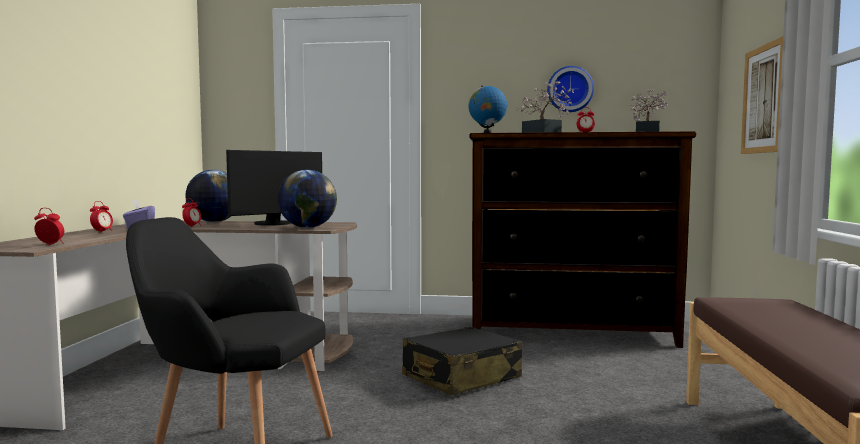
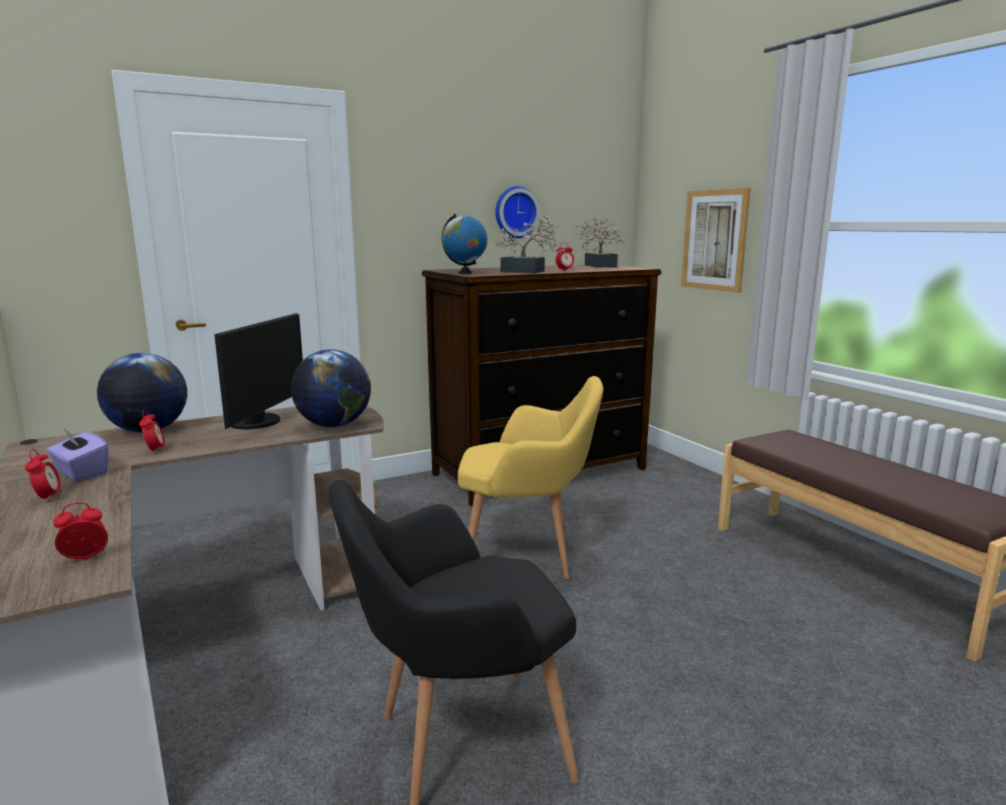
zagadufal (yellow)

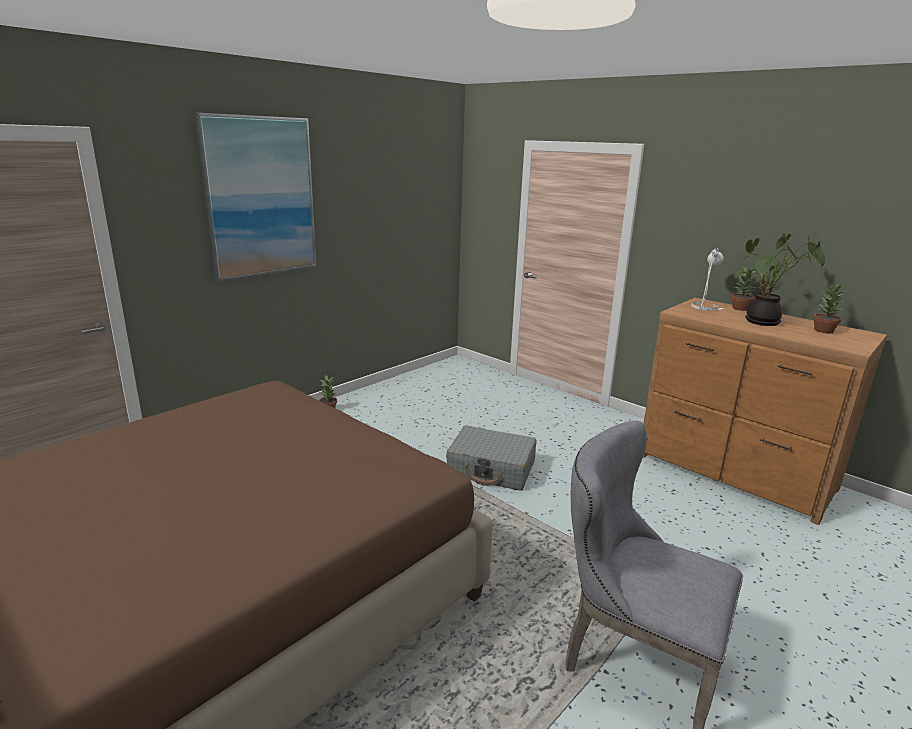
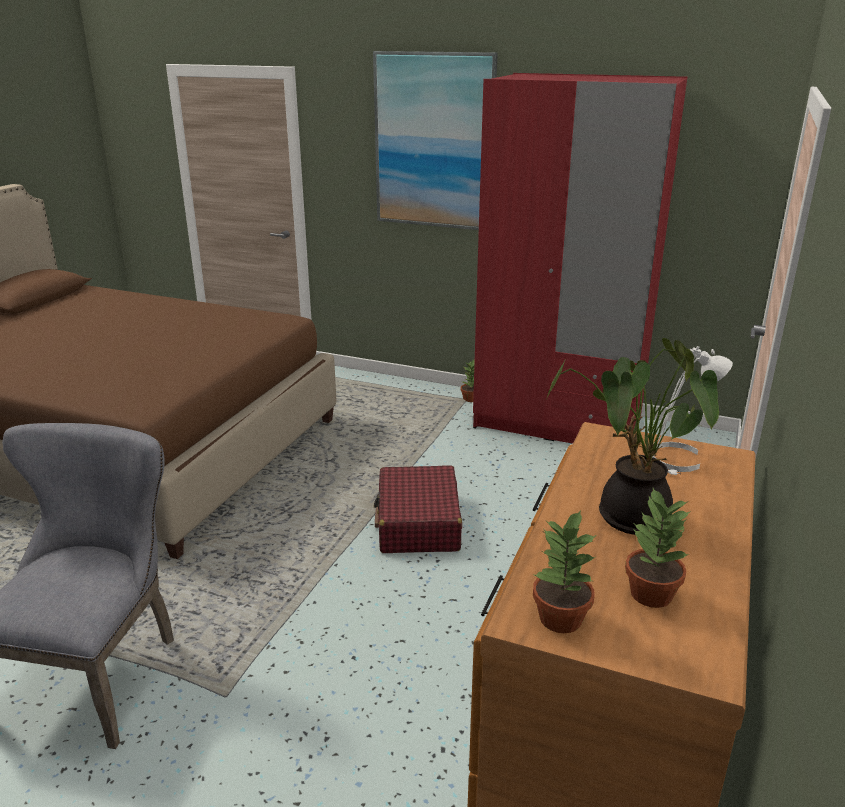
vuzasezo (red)
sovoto (no. 2 from left)
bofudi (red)

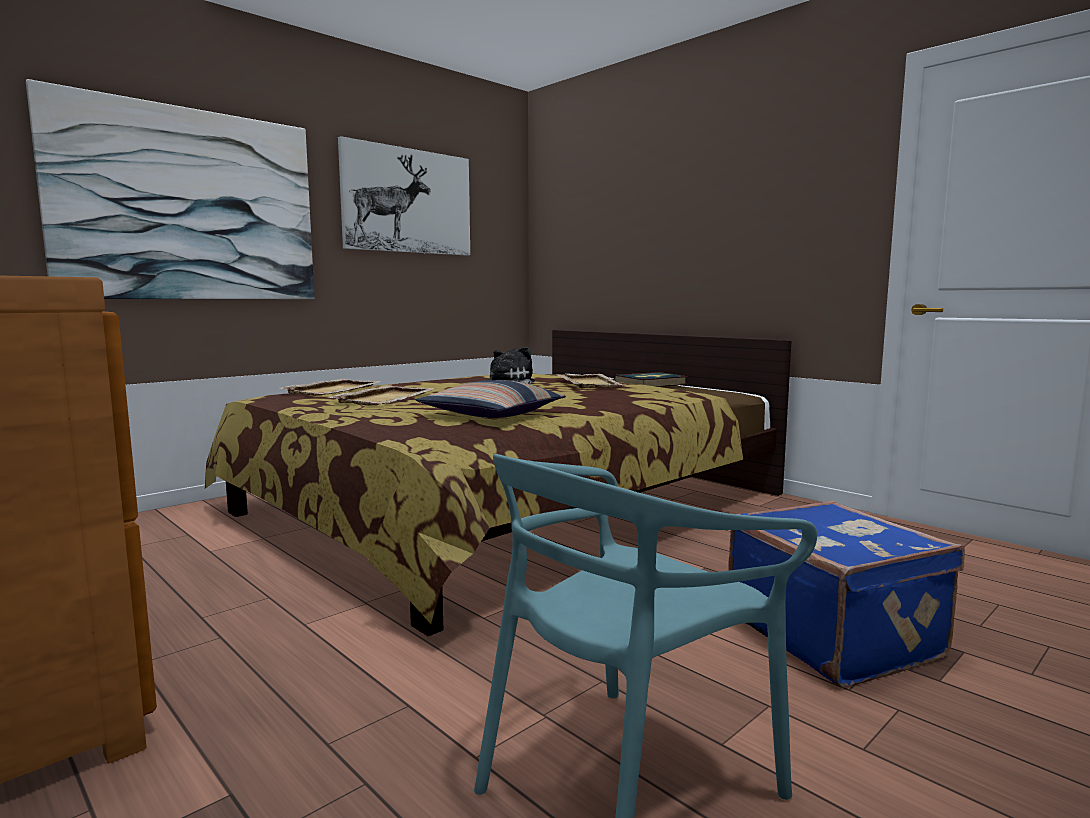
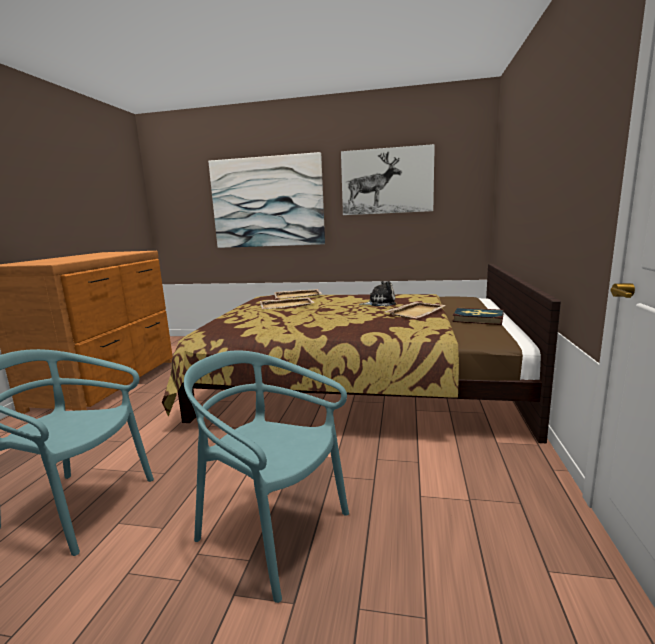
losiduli
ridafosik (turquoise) (no. 2 from left)

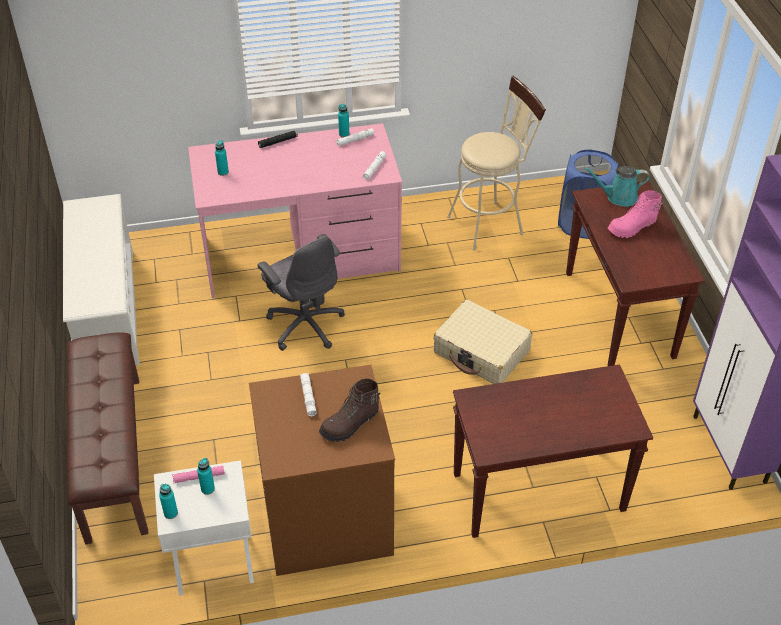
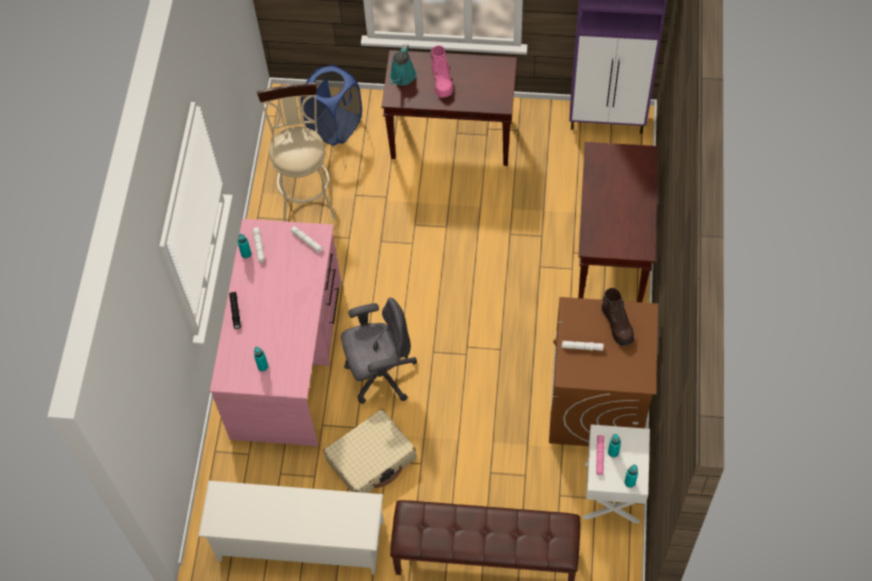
vuzasezo (beige)

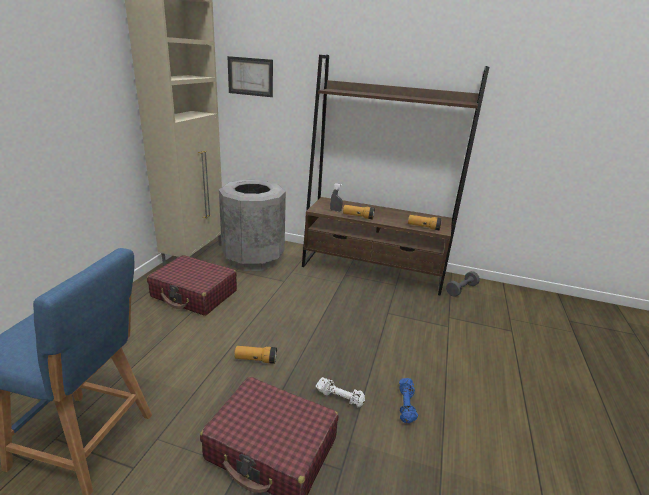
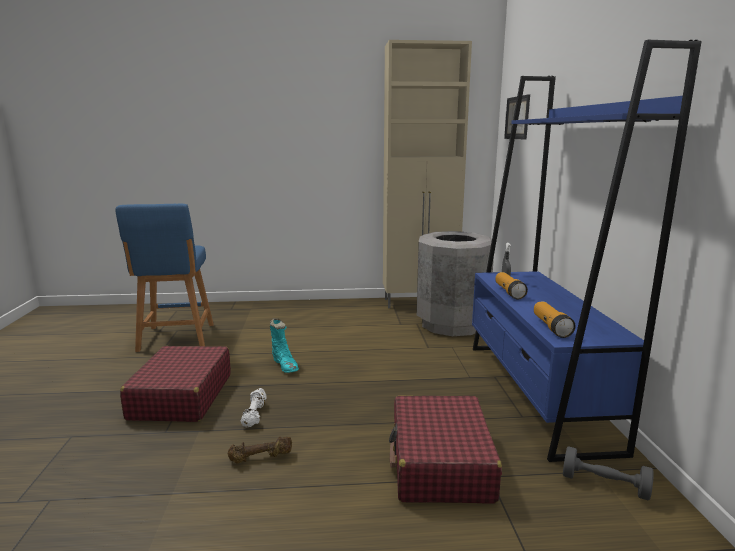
vuzasezo (red) (no. 2 from left)
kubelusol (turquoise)
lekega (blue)
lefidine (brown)

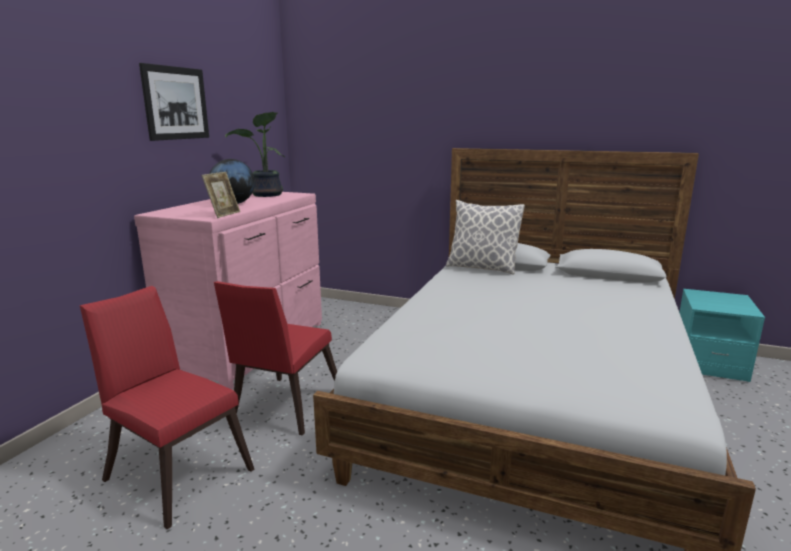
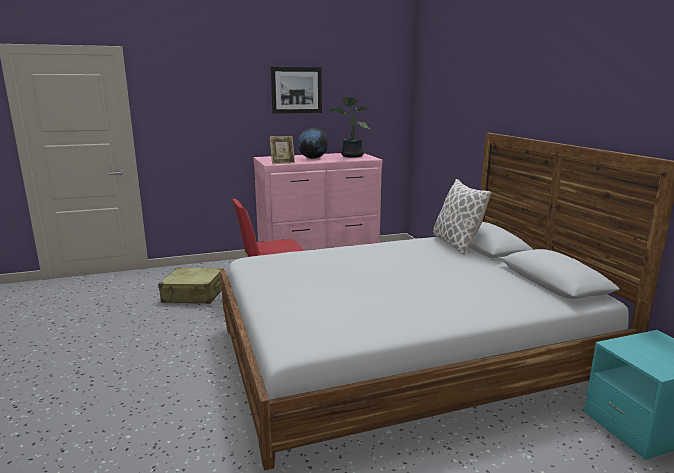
vuzasezo (beige)

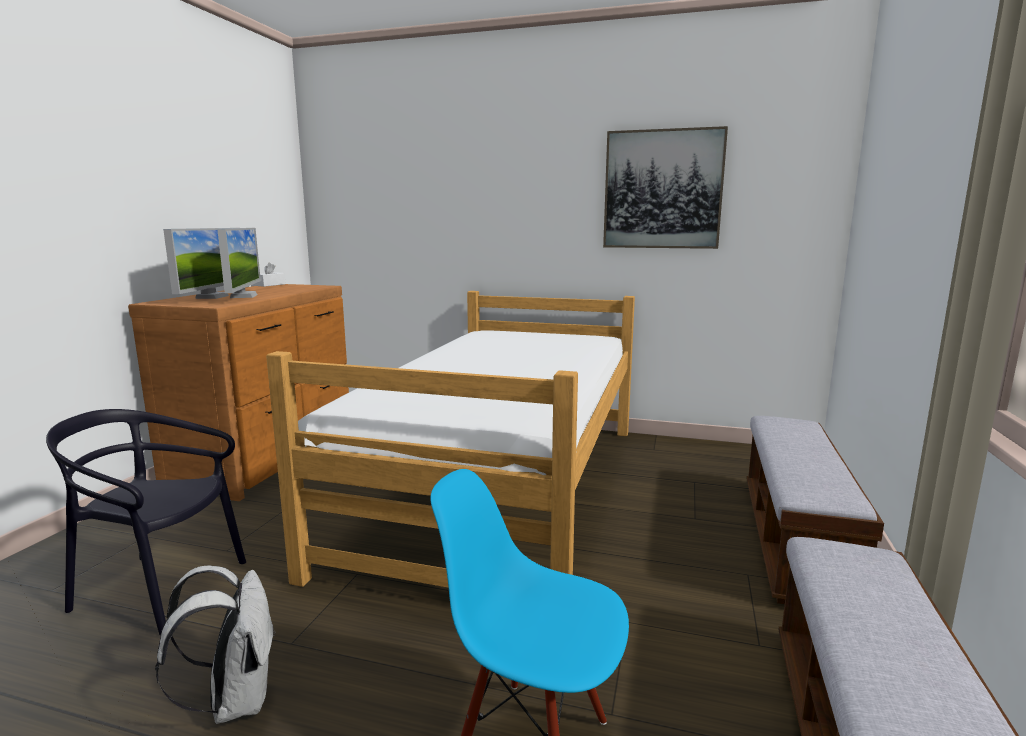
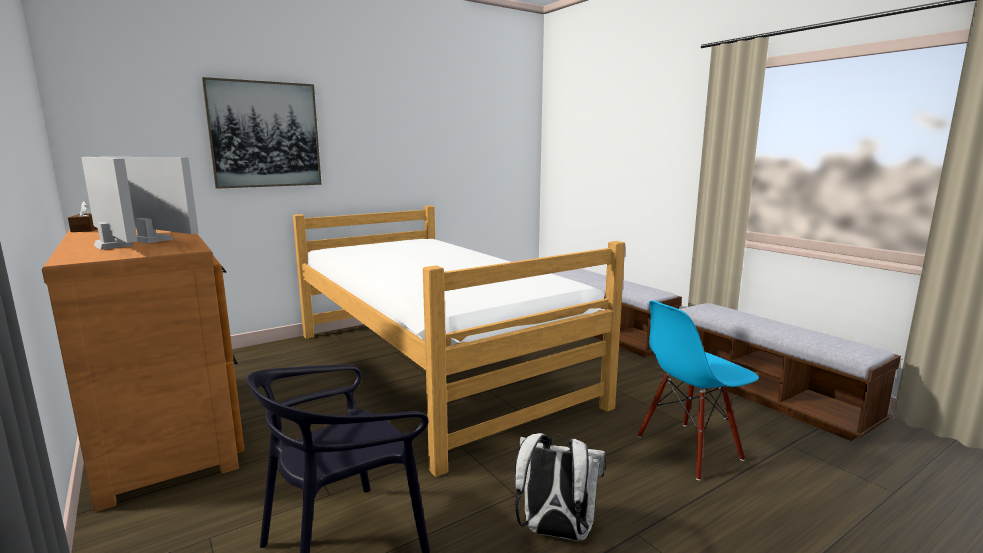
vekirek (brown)
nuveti

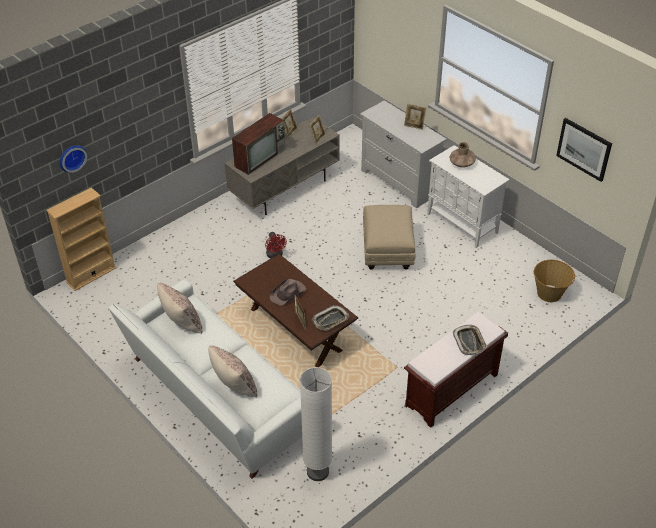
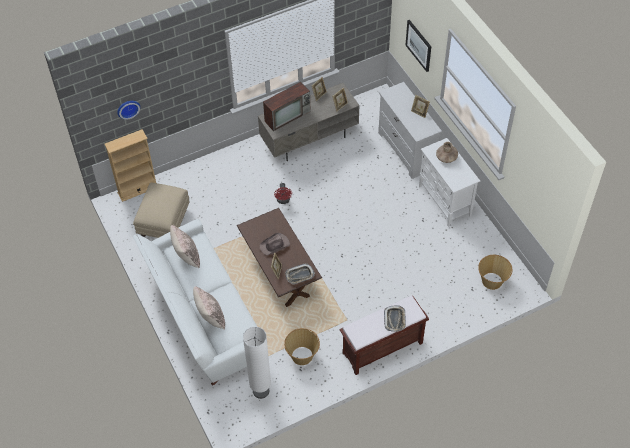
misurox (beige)
nuveti
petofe (no. 1 from left)

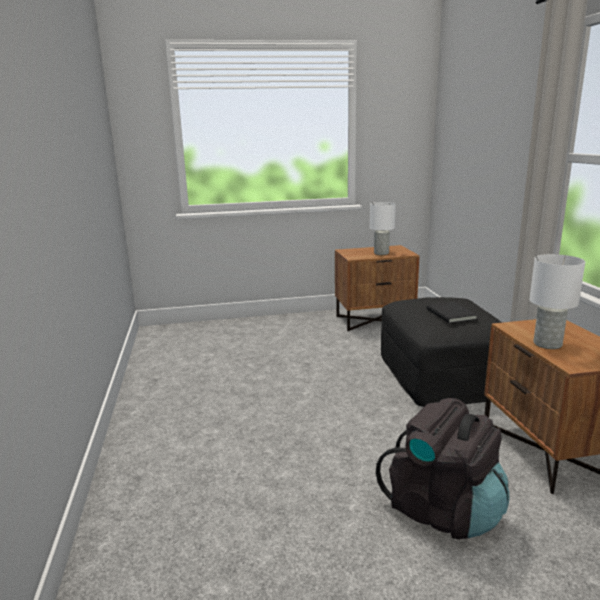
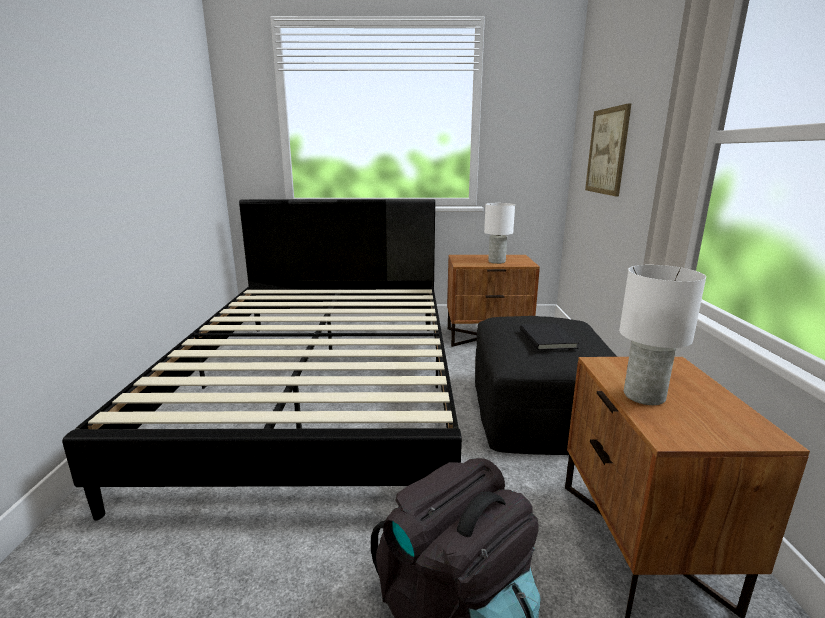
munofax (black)
nuveti

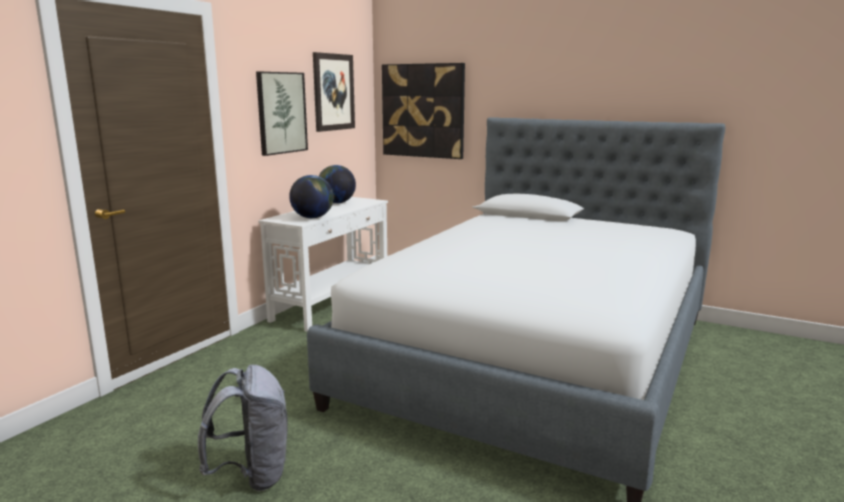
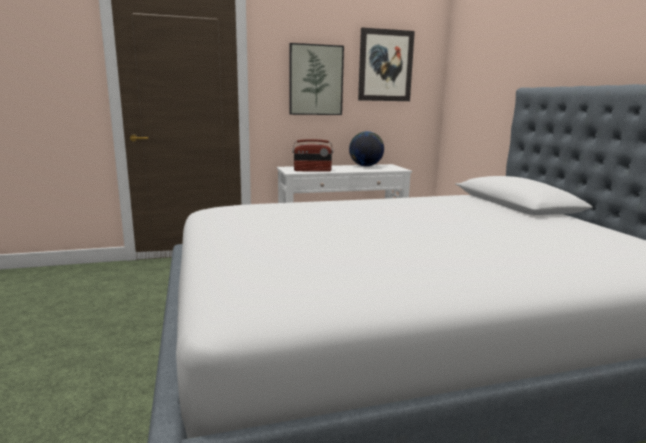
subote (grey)
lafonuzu
nuveti (no. 3 from left in the first image)

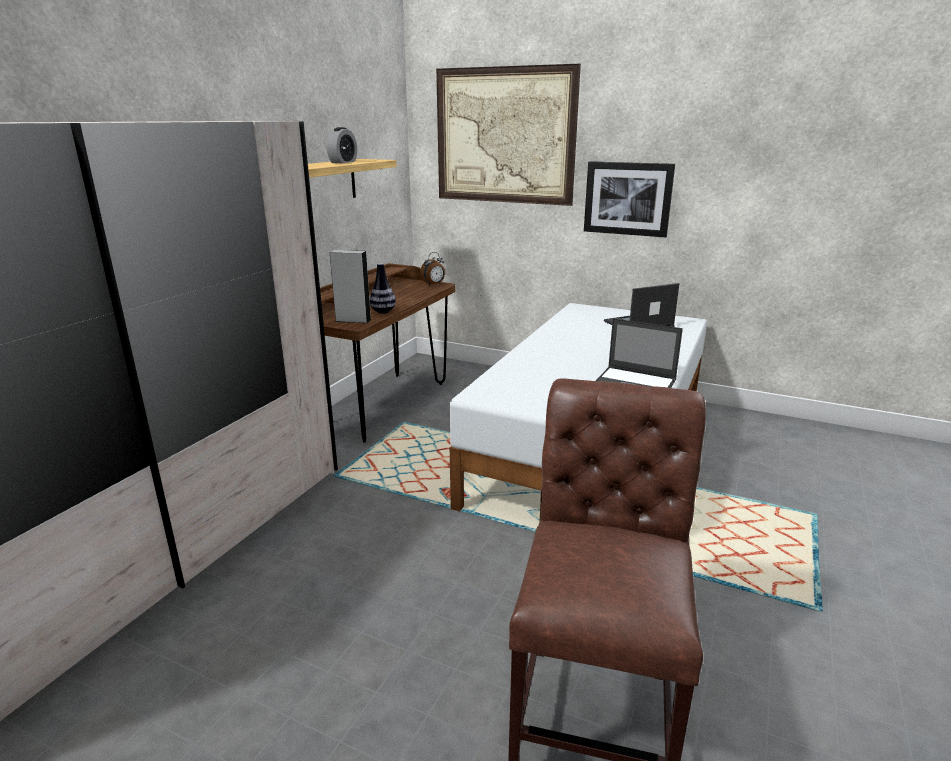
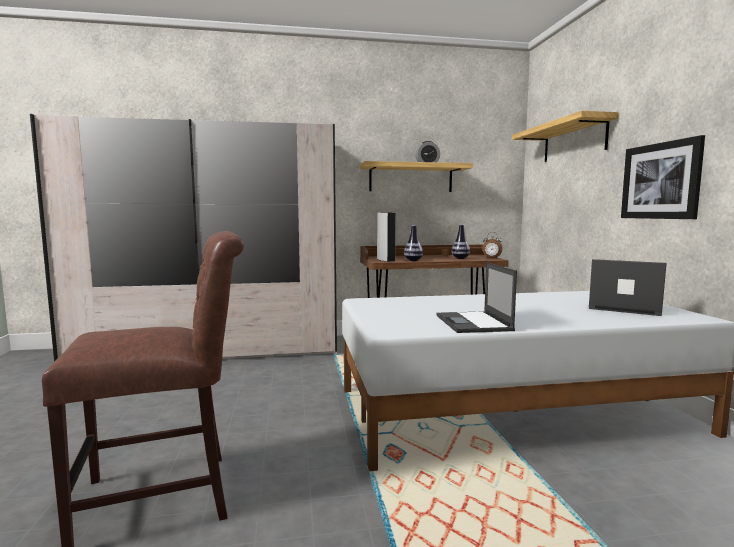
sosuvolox (no. 2 from left)
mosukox (no. 2 from left)

